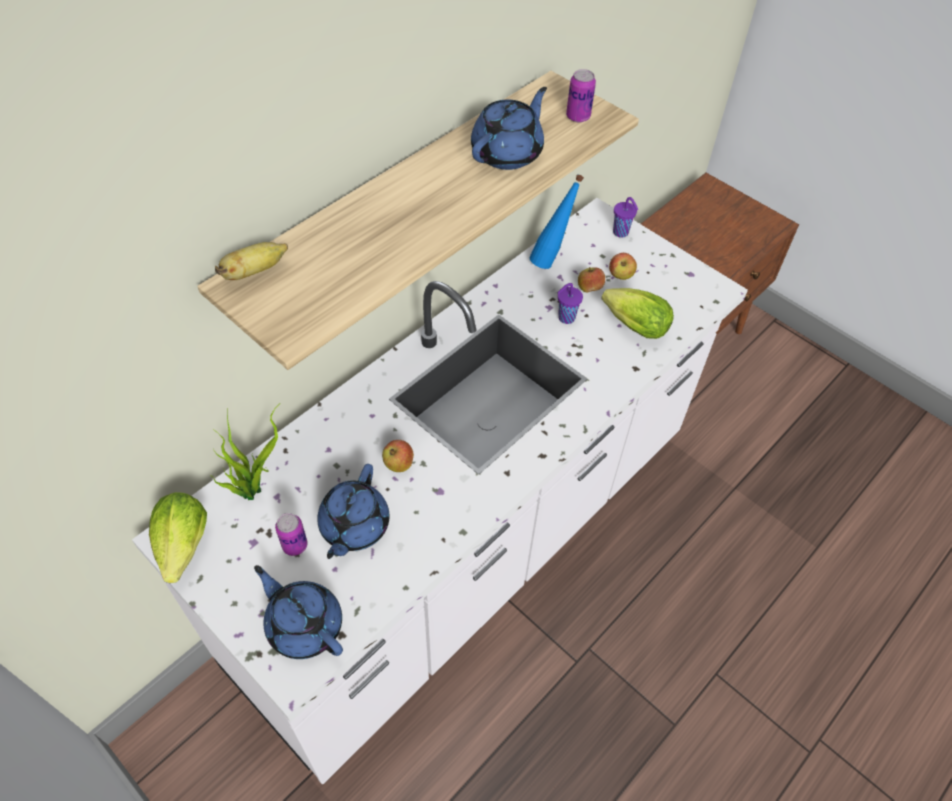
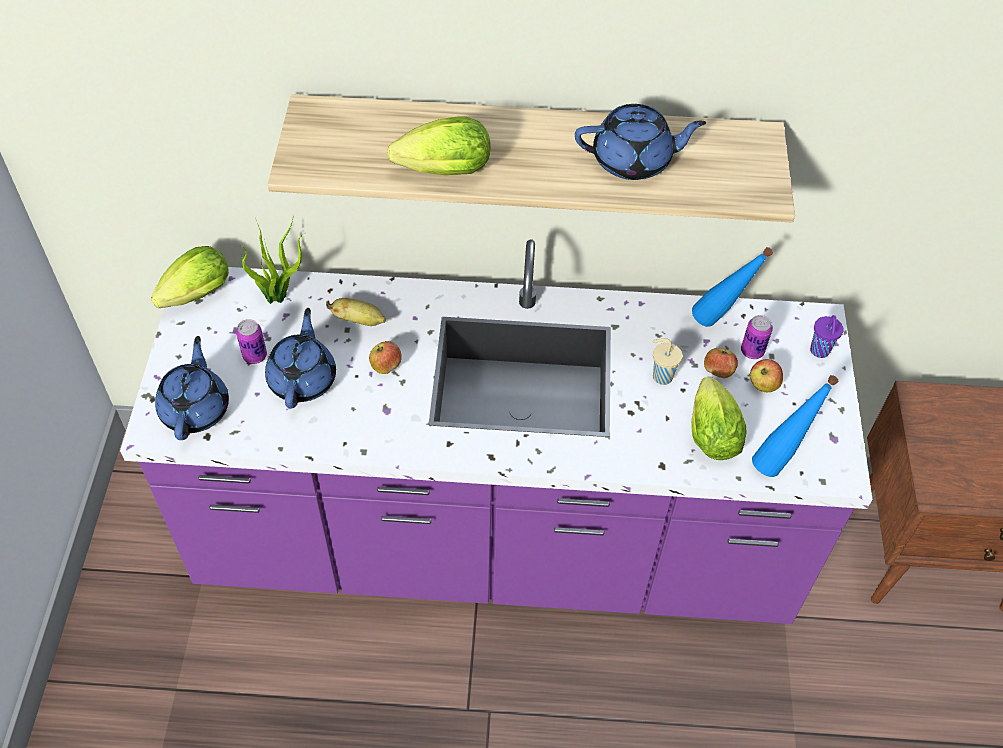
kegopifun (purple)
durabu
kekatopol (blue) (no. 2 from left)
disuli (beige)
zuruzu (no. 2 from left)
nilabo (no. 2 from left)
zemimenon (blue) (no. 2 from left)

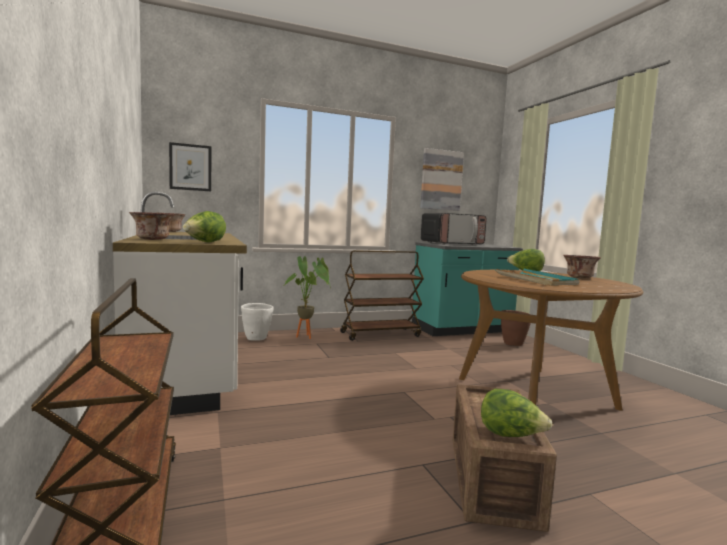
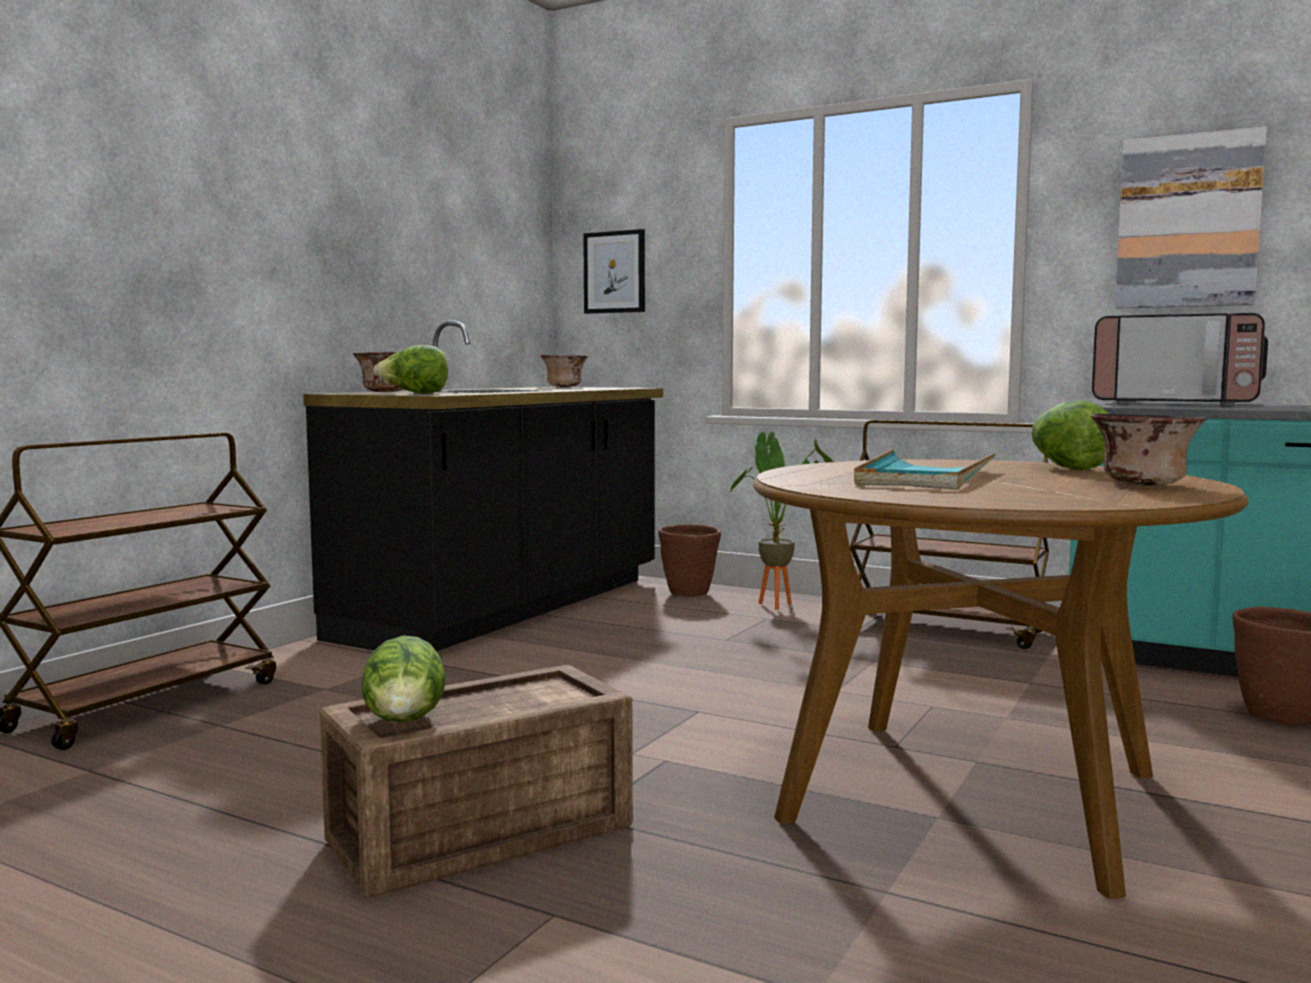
kegopifun (black)
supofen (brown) (no. 1 from left)

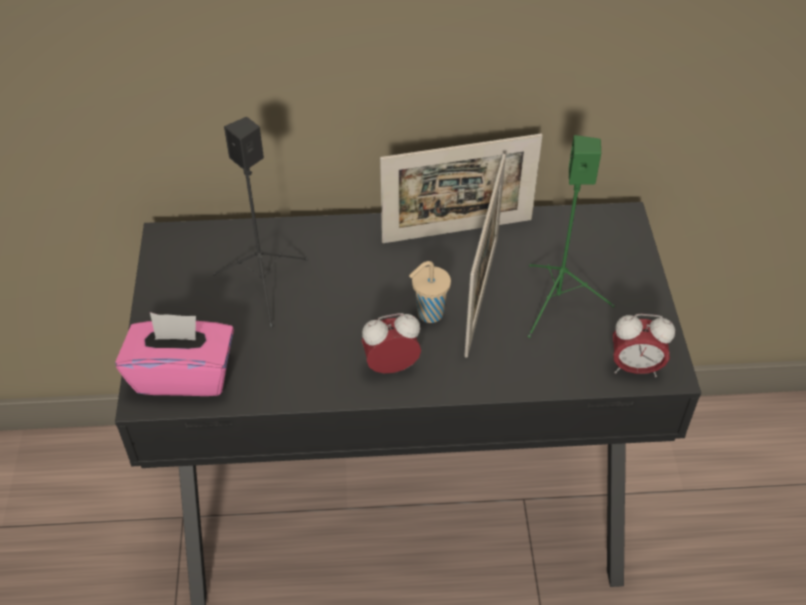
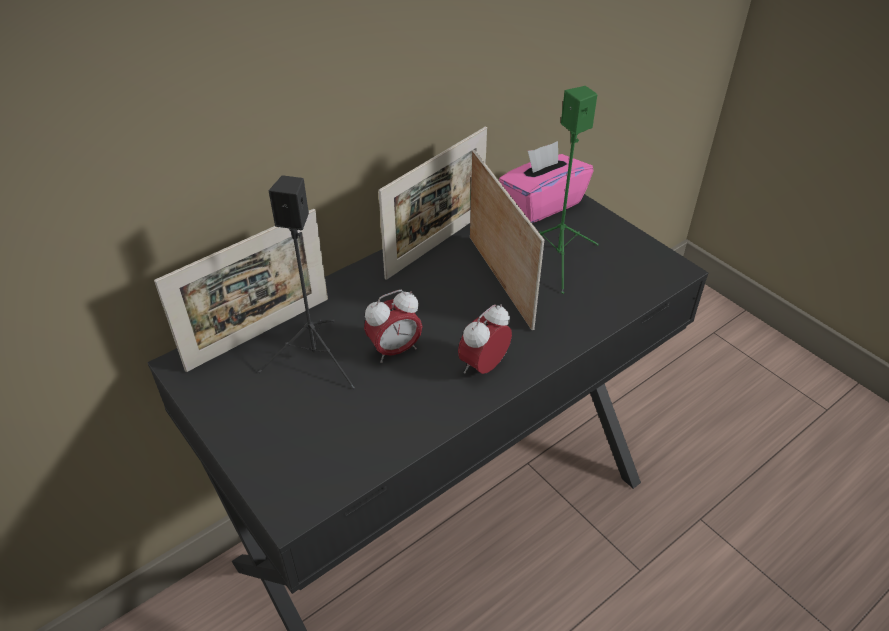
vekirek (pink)
disuli (beige)
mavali (no. 1 from left)
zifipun (no. 1 from left)

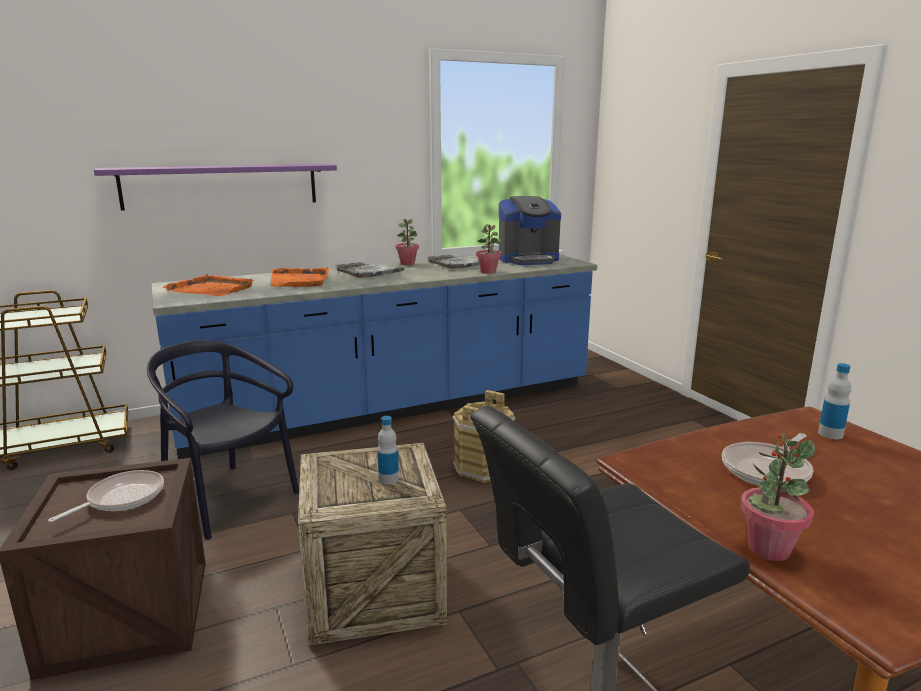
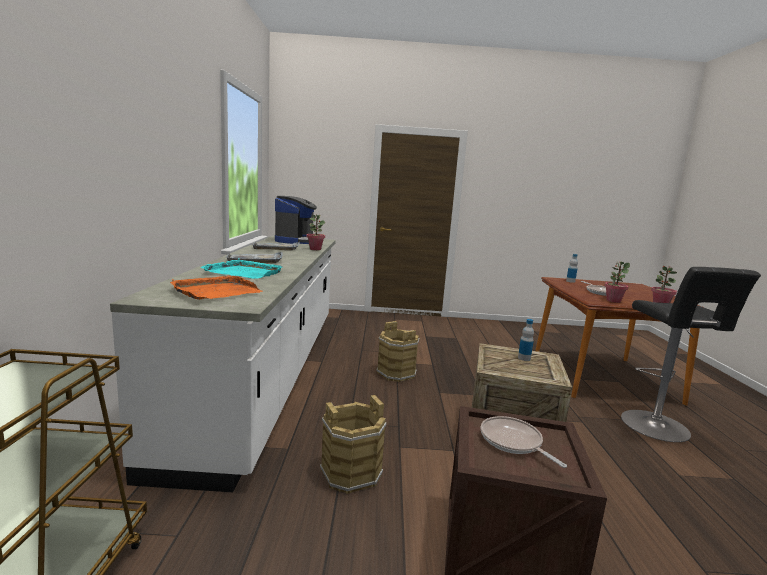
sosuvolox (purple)
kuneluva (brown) (no. 1 from left)
kegopifun (white)
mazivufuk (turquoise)
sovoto (no. 2 from left)

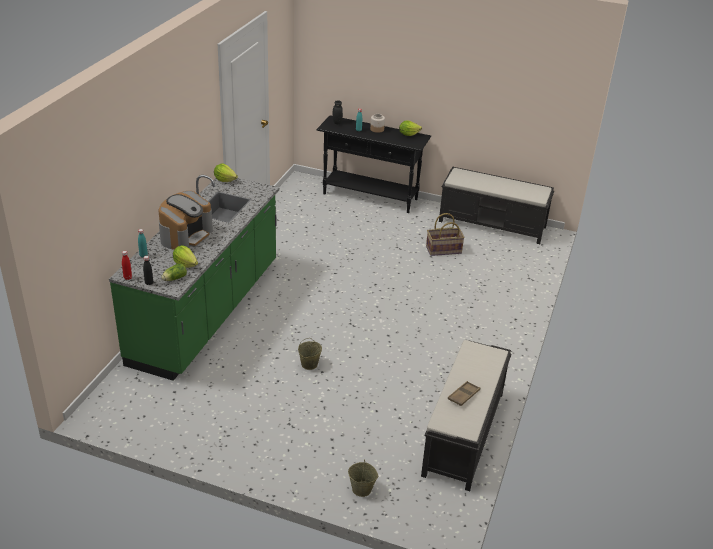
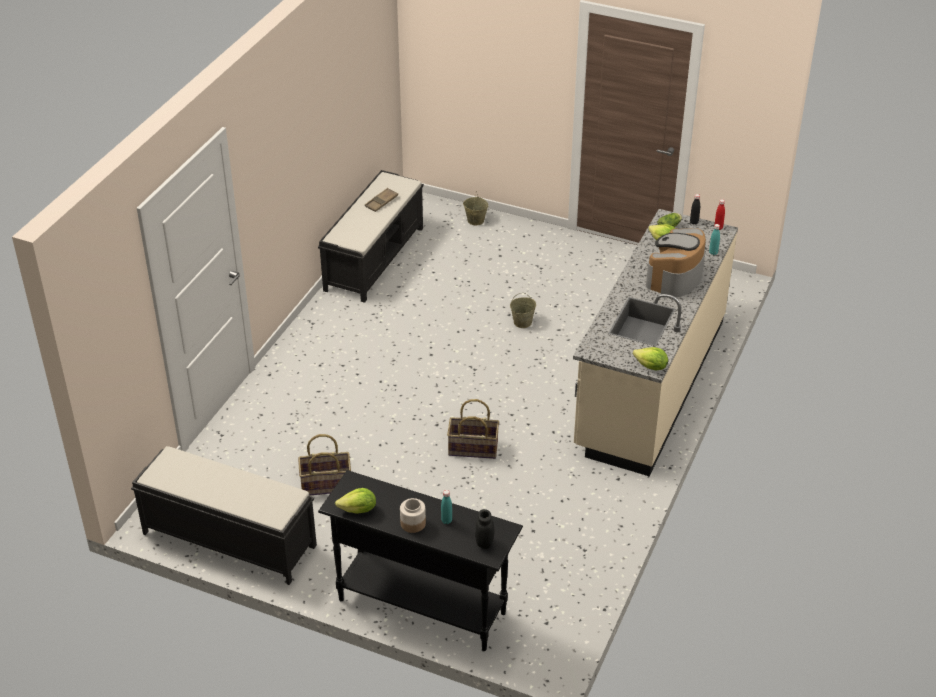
kegopifun (beige)
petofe (no. 2 from left)

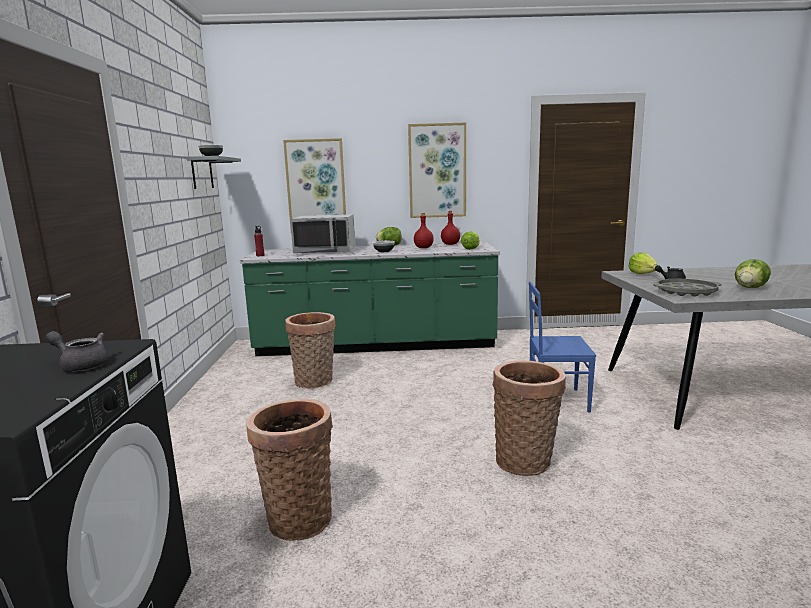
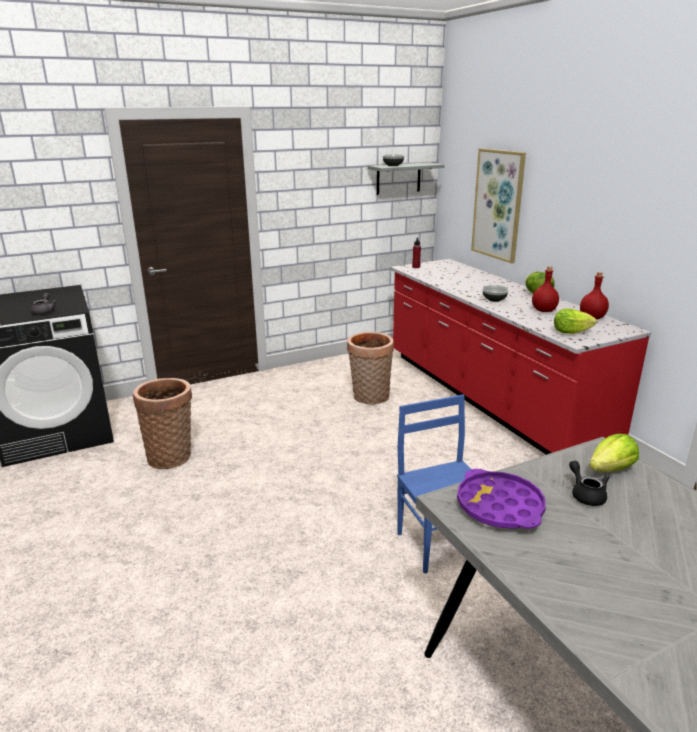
kegopifun (red)
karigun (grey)
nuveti (no. 2 from left in the first image)
petofe (no. 3 from left in the first image)
mazivufuk (purple)
nilabo (no. 4 from left in the first image)

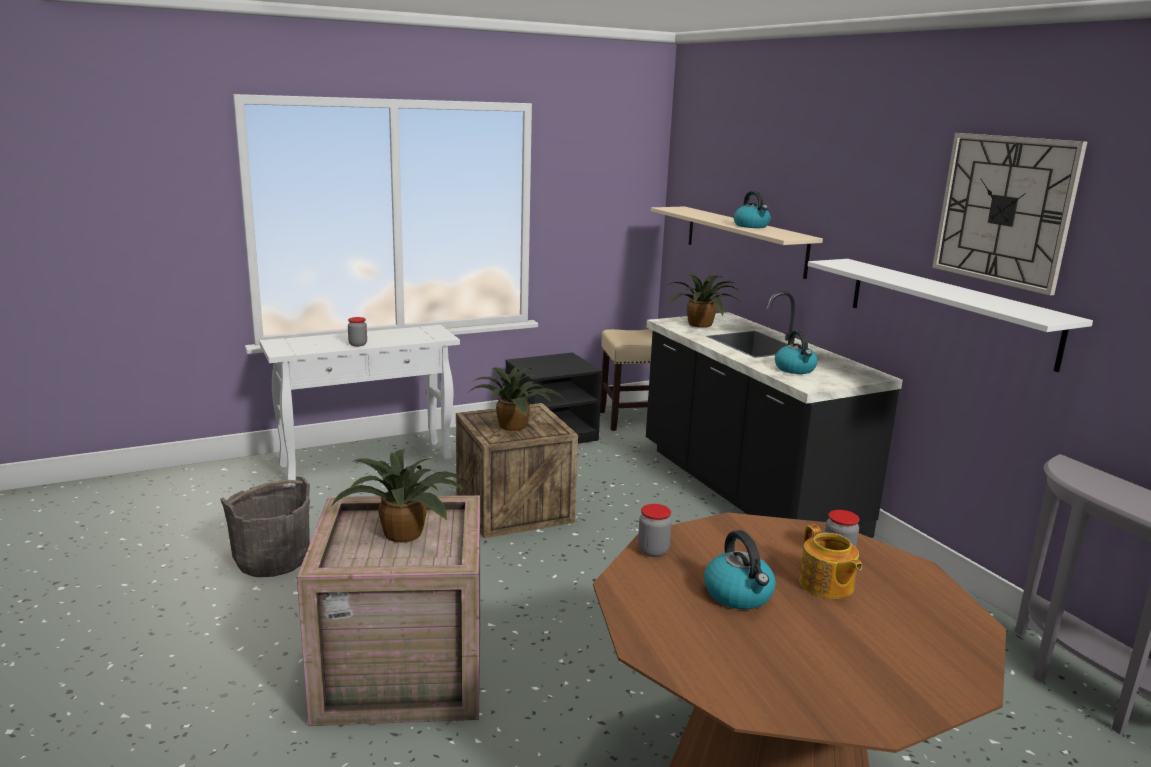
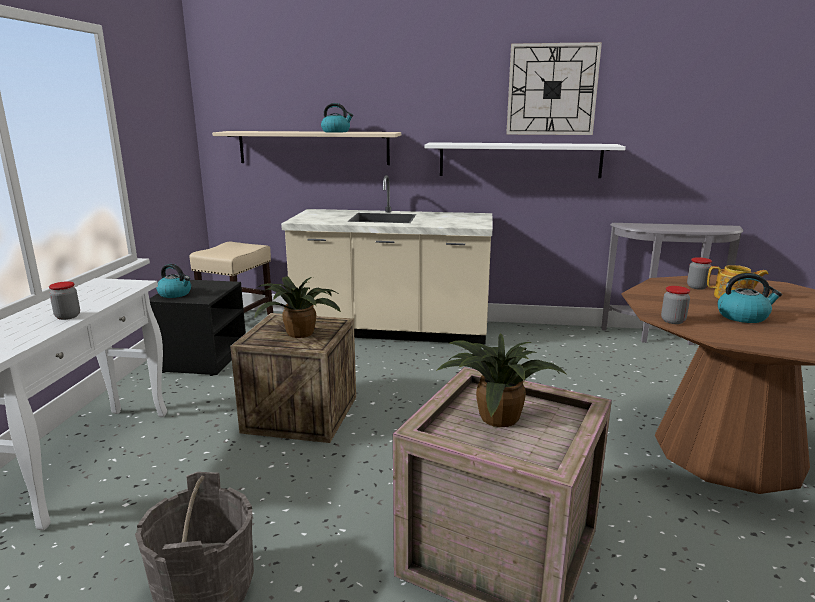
kegopifun (beige)
sovoto (no. 3 from left in the first image)
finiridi (no. 1 from left)

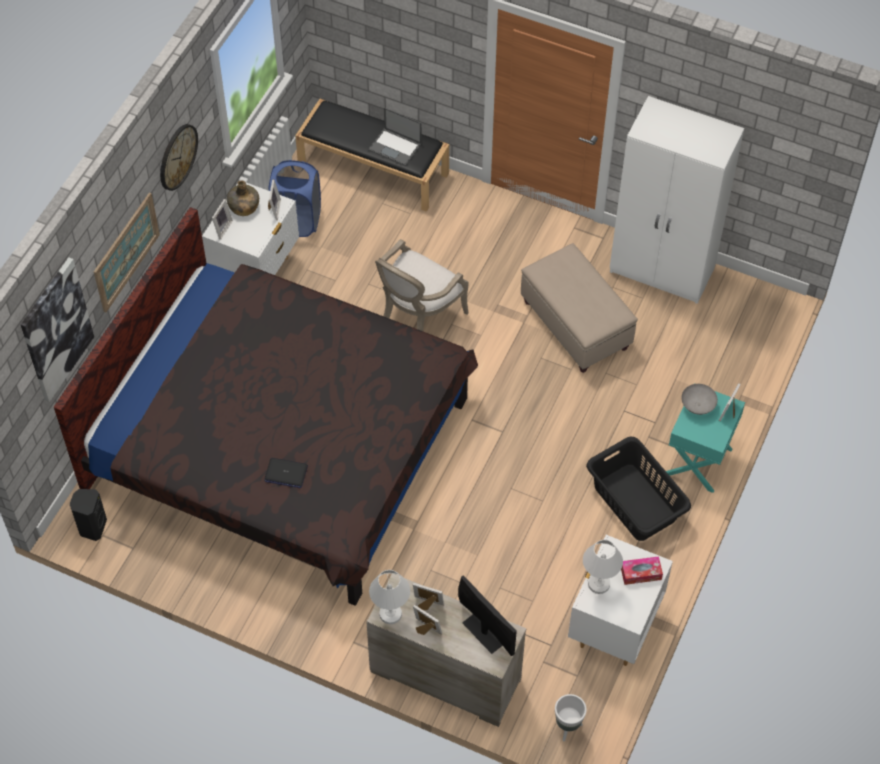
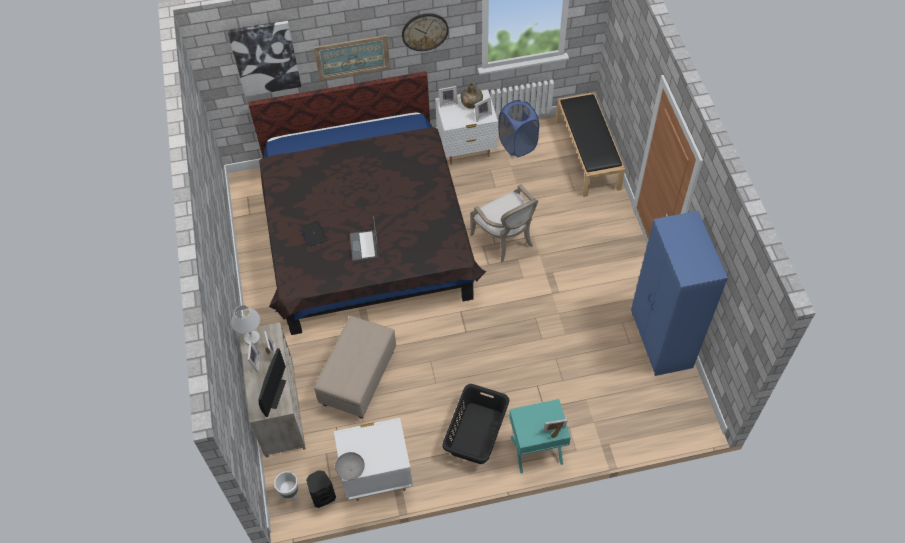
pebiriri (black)
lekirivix (no. 2 from left)
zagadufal
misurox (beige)
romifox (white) (no. 2 from left in the first image)
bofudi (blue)
vekirek
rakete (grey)

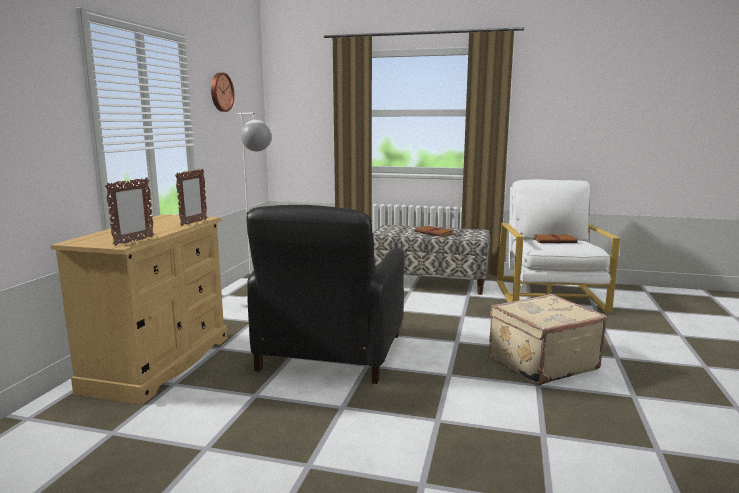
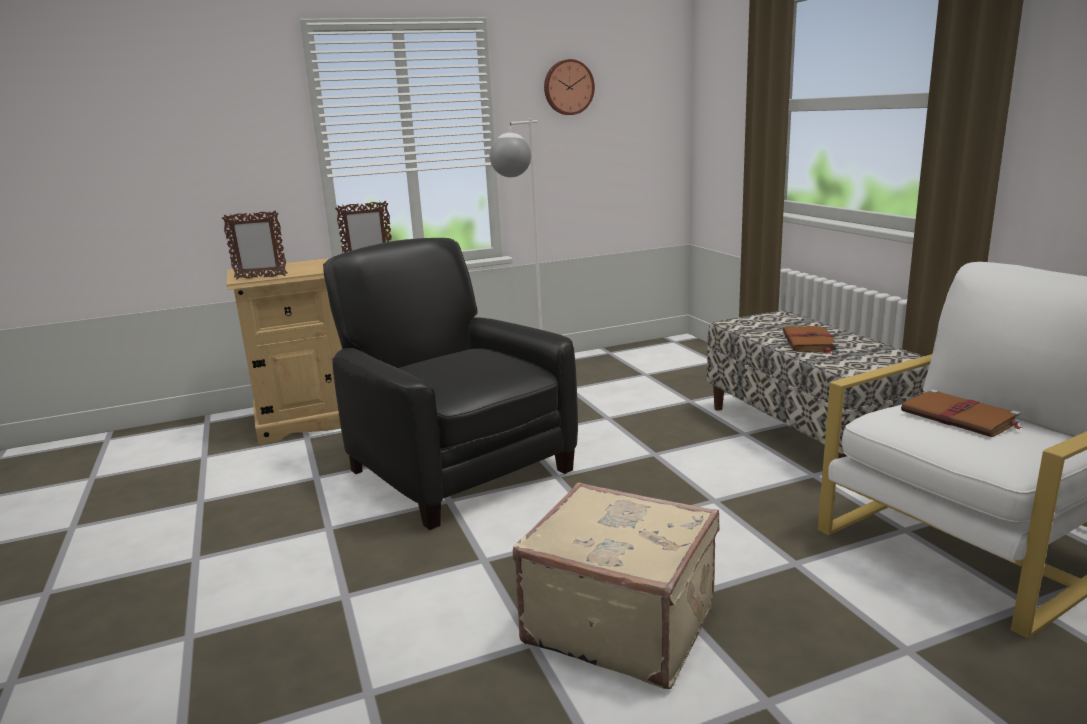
zagadufal (black)

